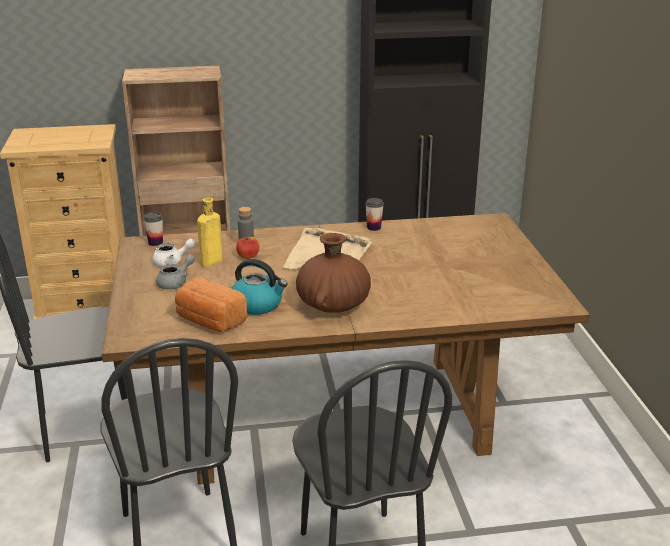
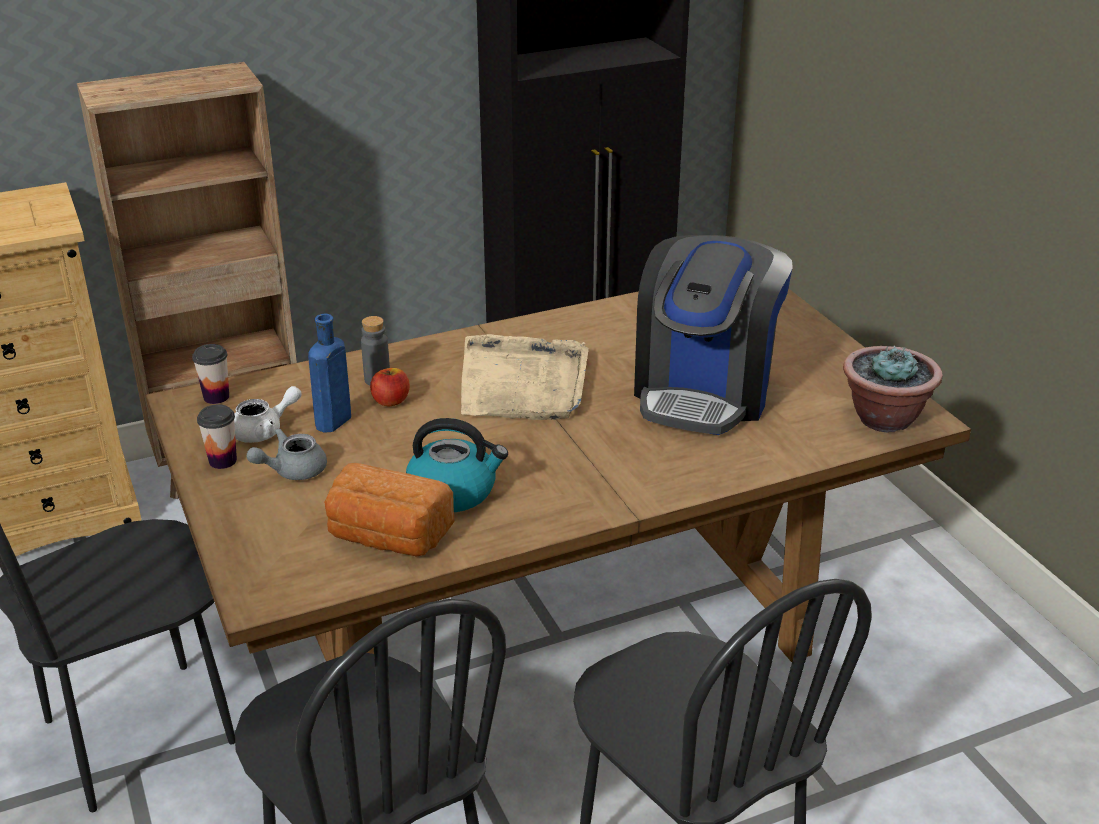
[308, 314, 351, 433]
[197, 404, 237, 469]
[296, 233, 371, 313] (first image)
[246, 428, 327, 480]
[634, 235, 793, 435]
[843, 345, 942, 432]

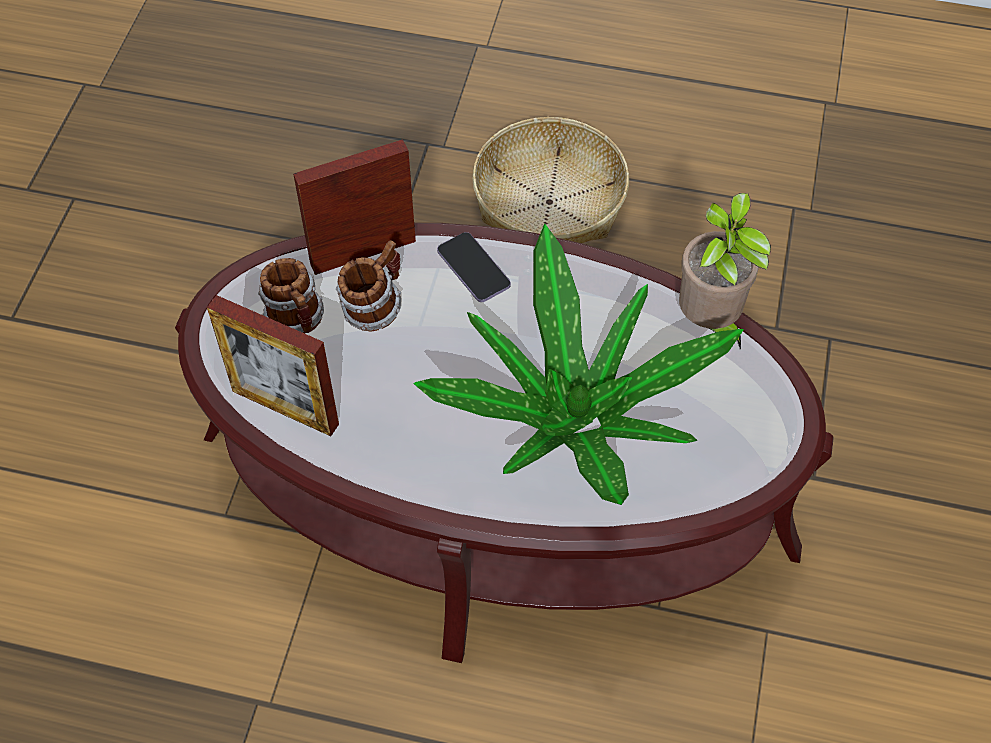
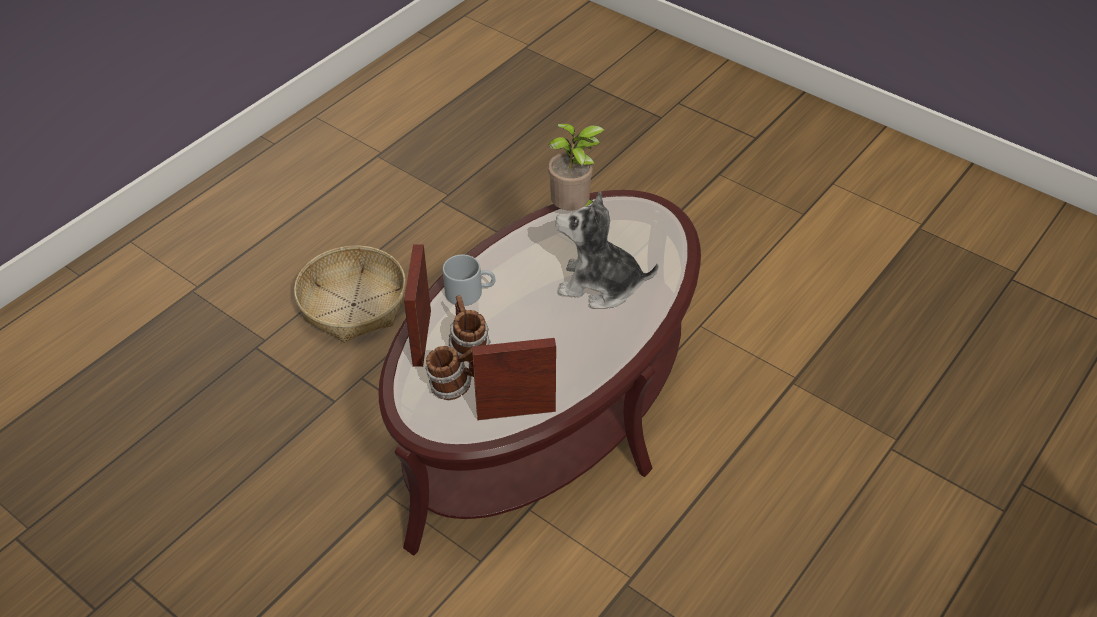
[555, 192, 658, 309]
[443, 254, 496, 306]
[472, 338, 556, 420]

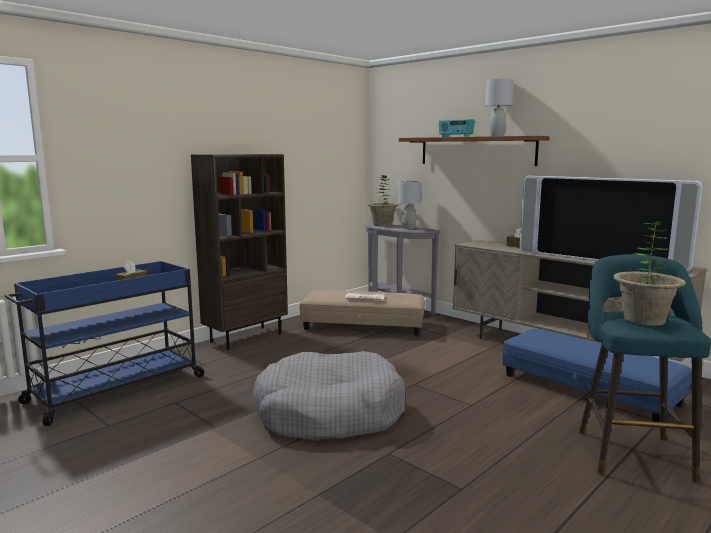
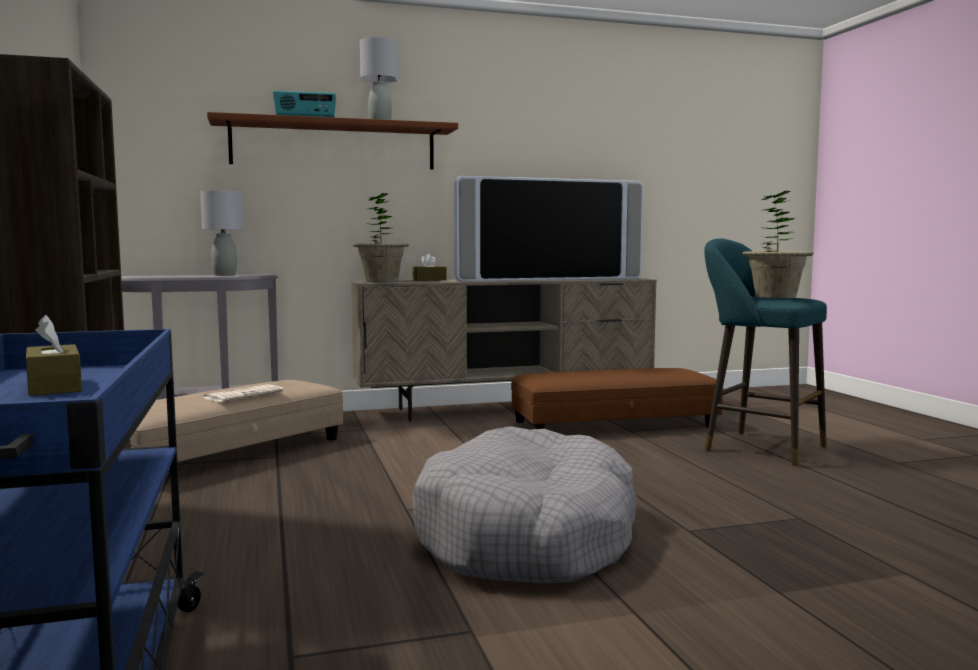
[353, 193, 409, 282]
[511, 368, 723, 429]

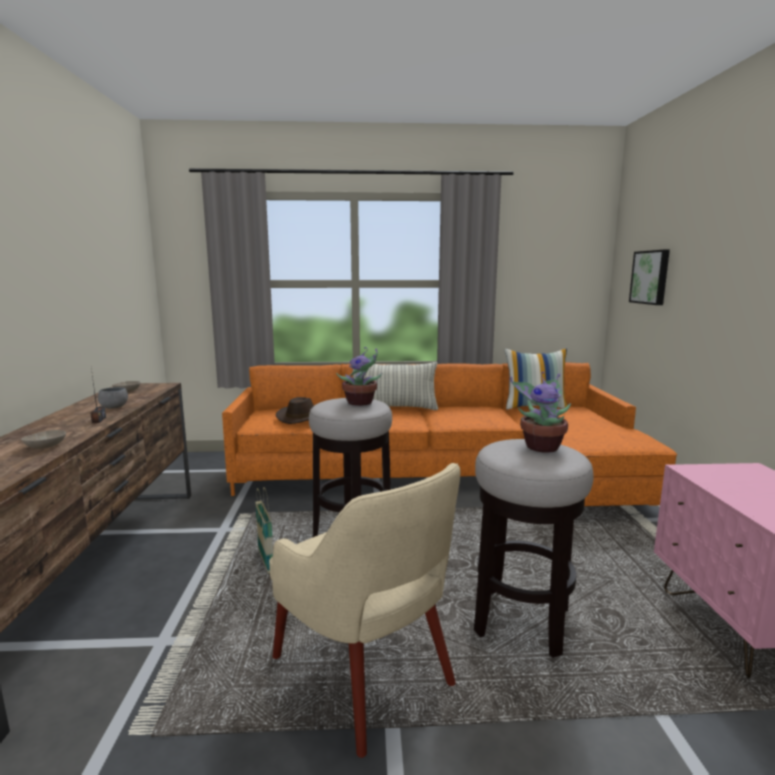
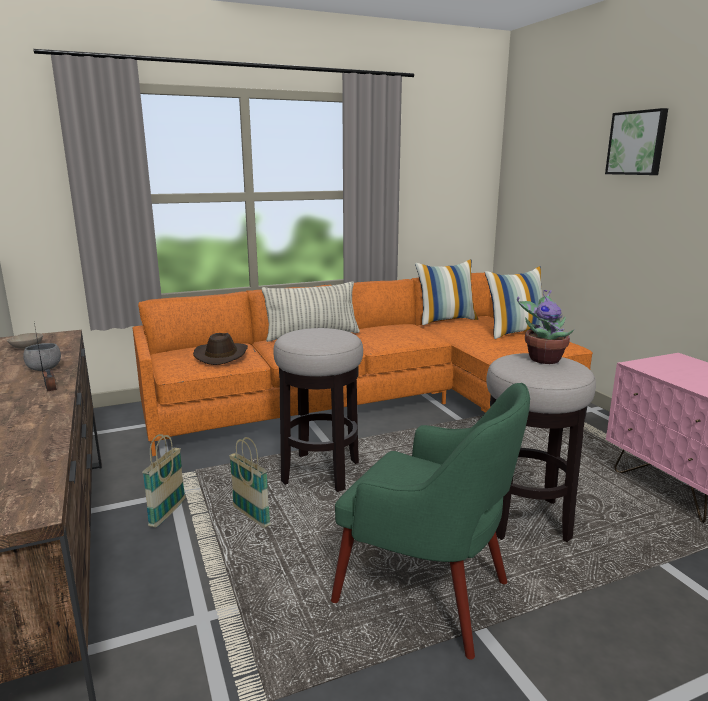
[605, 108, 668, 175]
[336, 347, 382, 406] (first image)
[21, 430, 66, 449] (first image)
[331, 383, 530, 660]
[485, 266, 544, 339]
[142, 434, 185, 528]

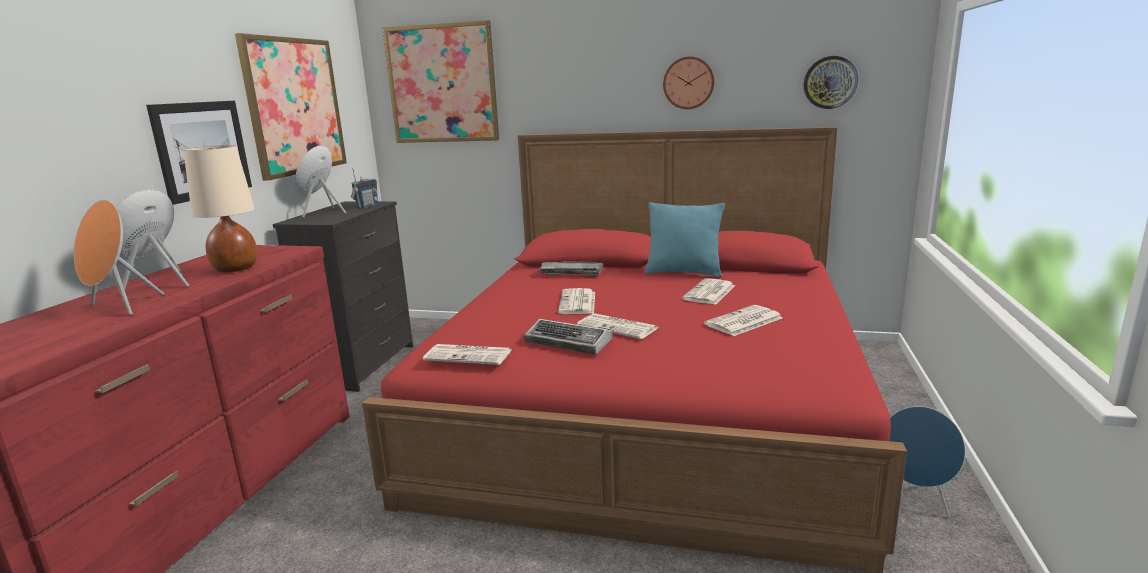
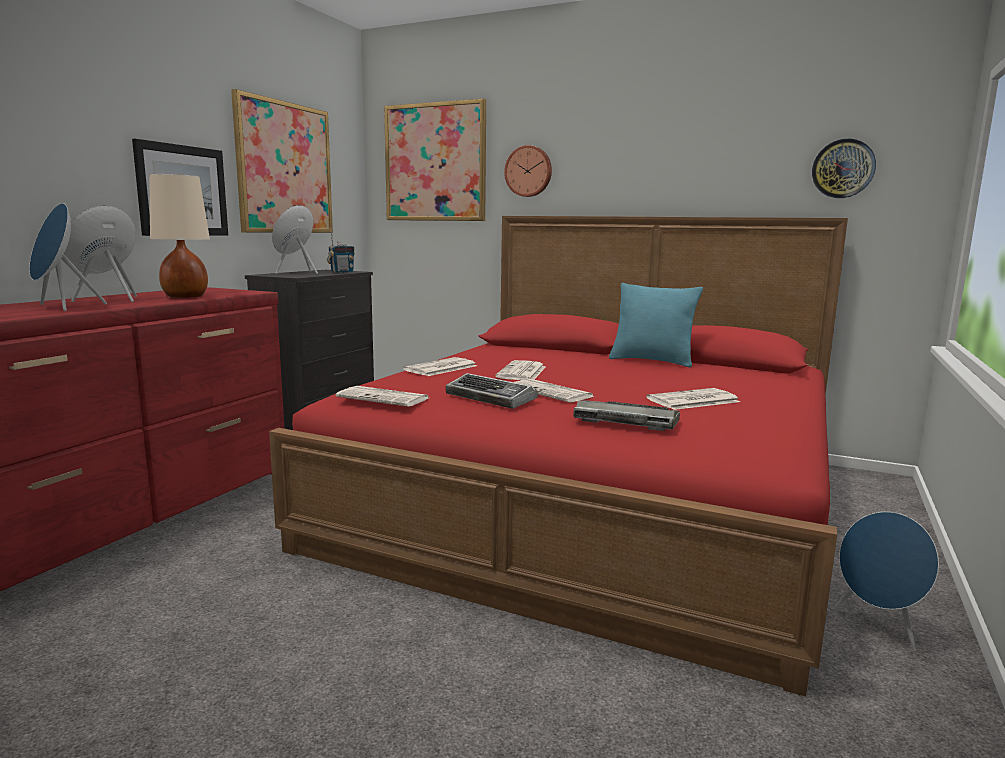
[504, 145, 552, 197]
[29, 203, 107, 311]
[573, 400, 680, 431]
[403, 357, 477, 376]

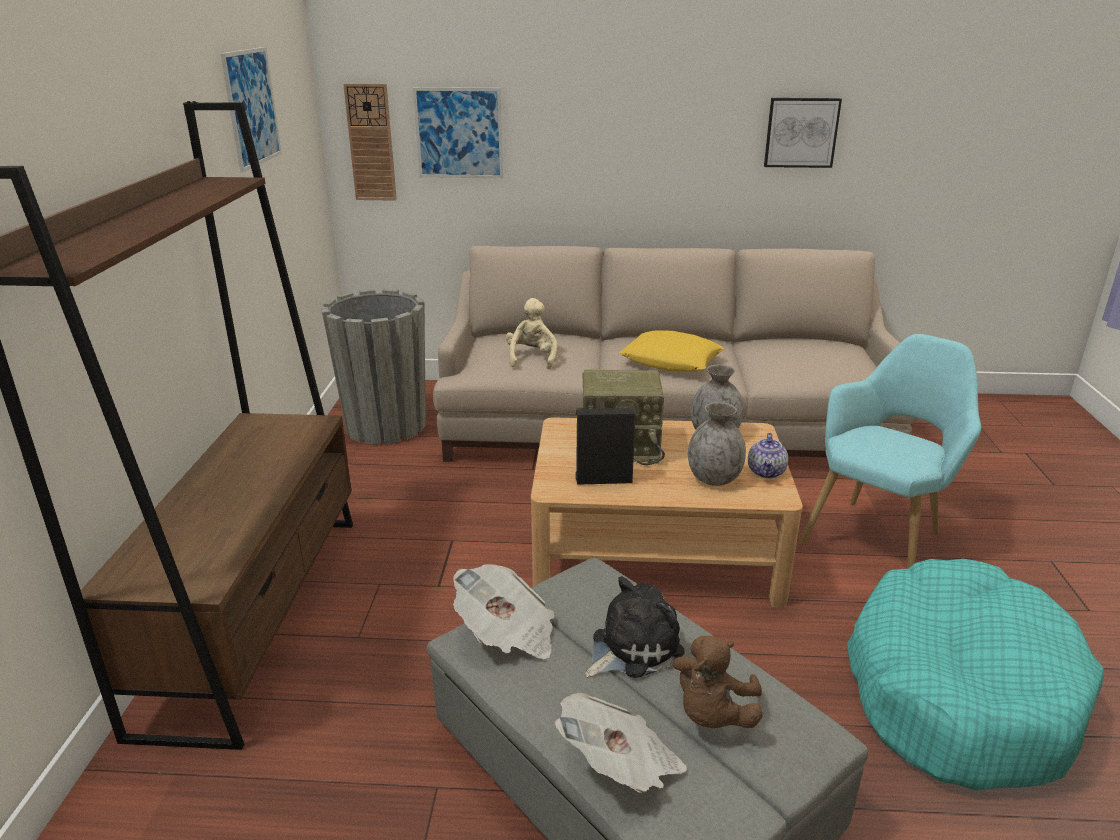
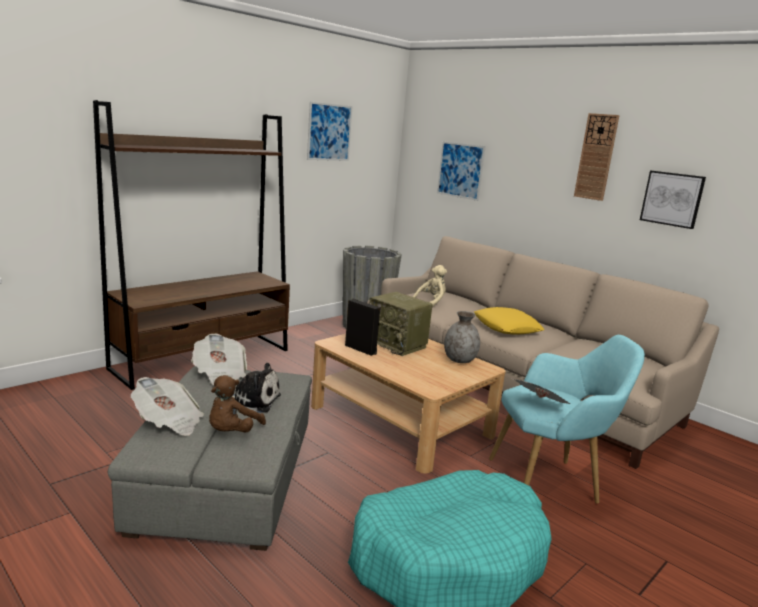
[574, 113, 620, 201]
[688, 402, 746, 486] (first image)
[748, 433, 788, 478] (first image)
[209, 375, 266, 432]
[513, 379, 570, 405]

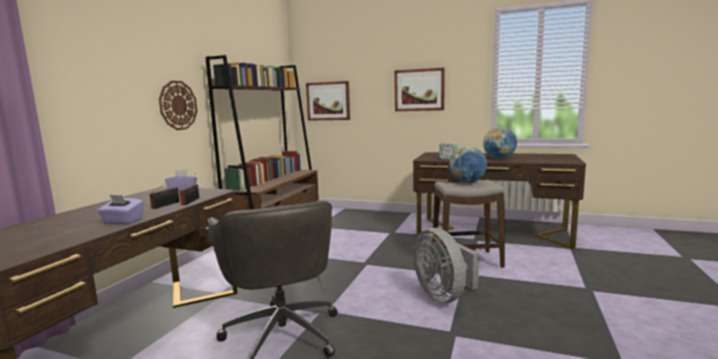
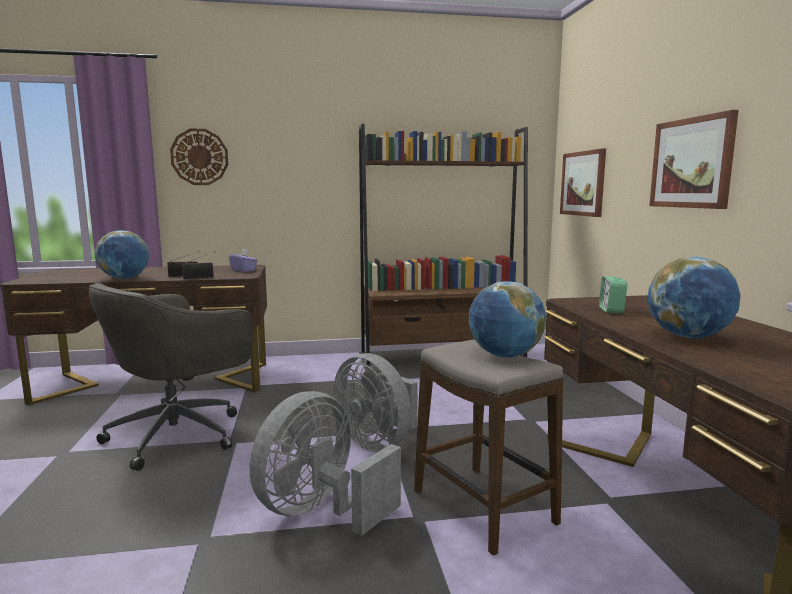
[170, 129, 228, 185]
[95, 230, 149, 279]
[334, 353, 418, 452]

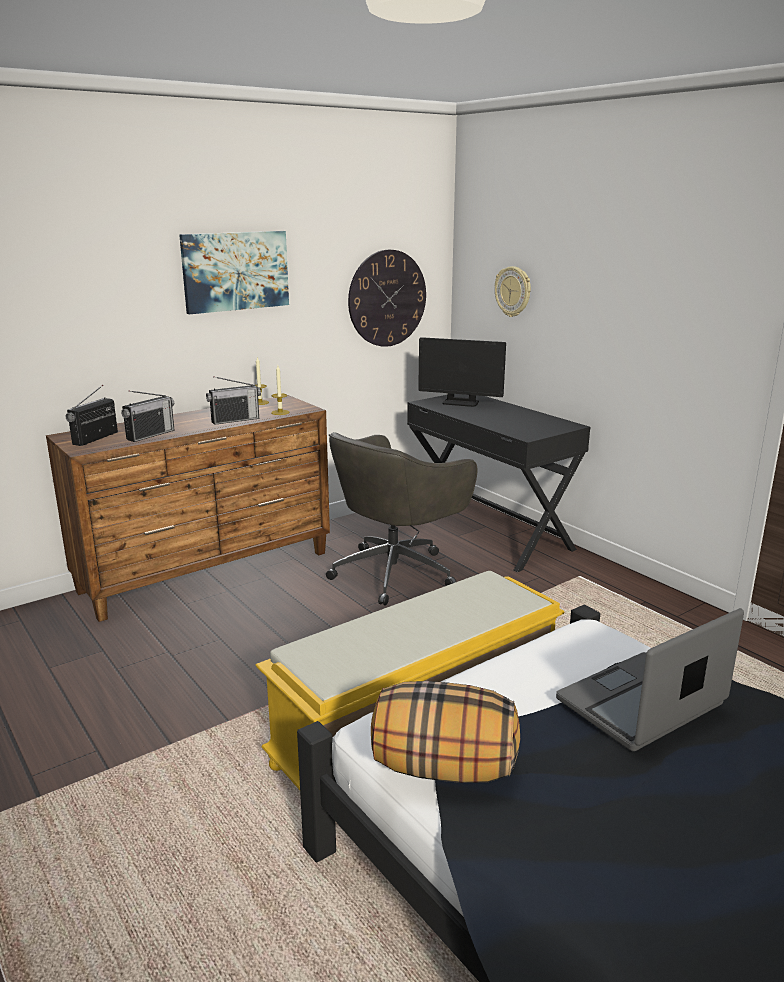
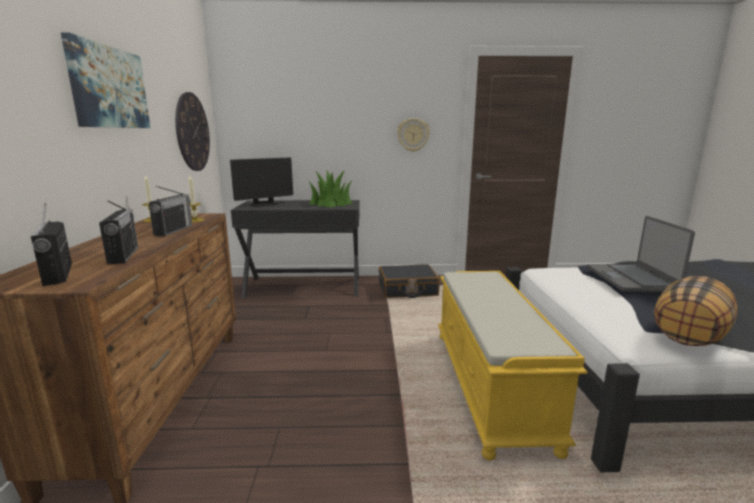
[397, 118, 430, 152]
[326, 432, 477, 605] (first image)
[309, 170, 353, 208]
[379, 264, 440, 298]

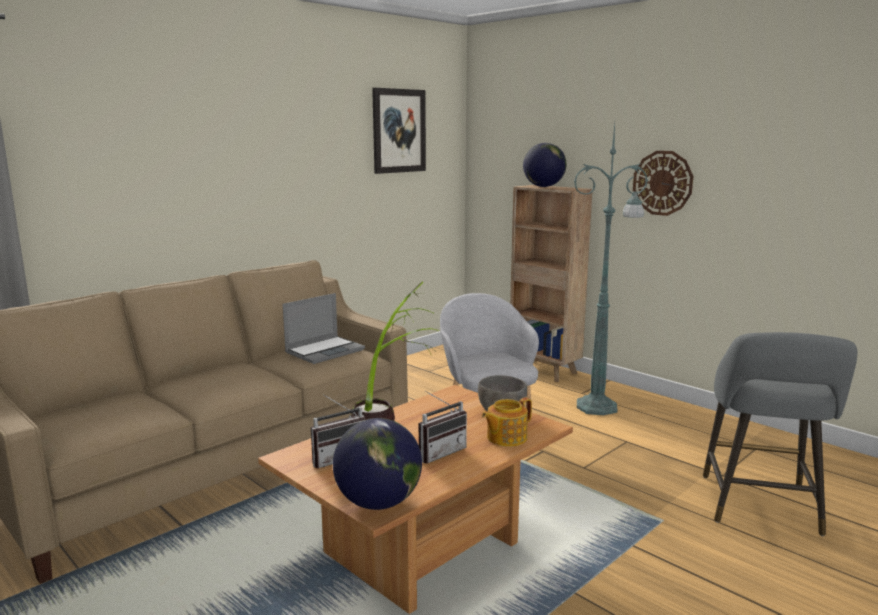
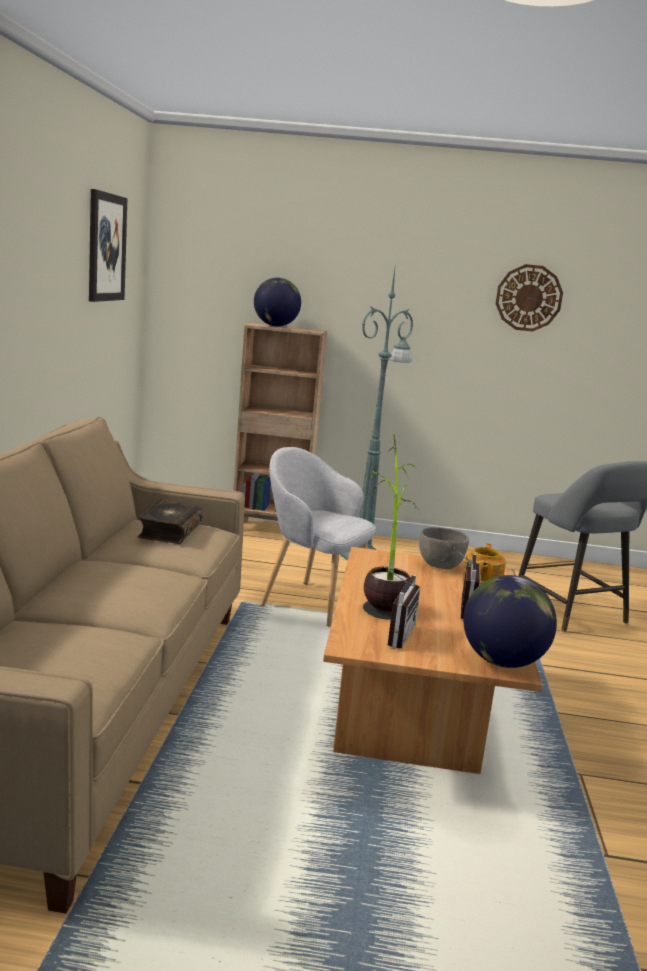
[496, 264, 563, 332]
[137, 498, 204, 544]

